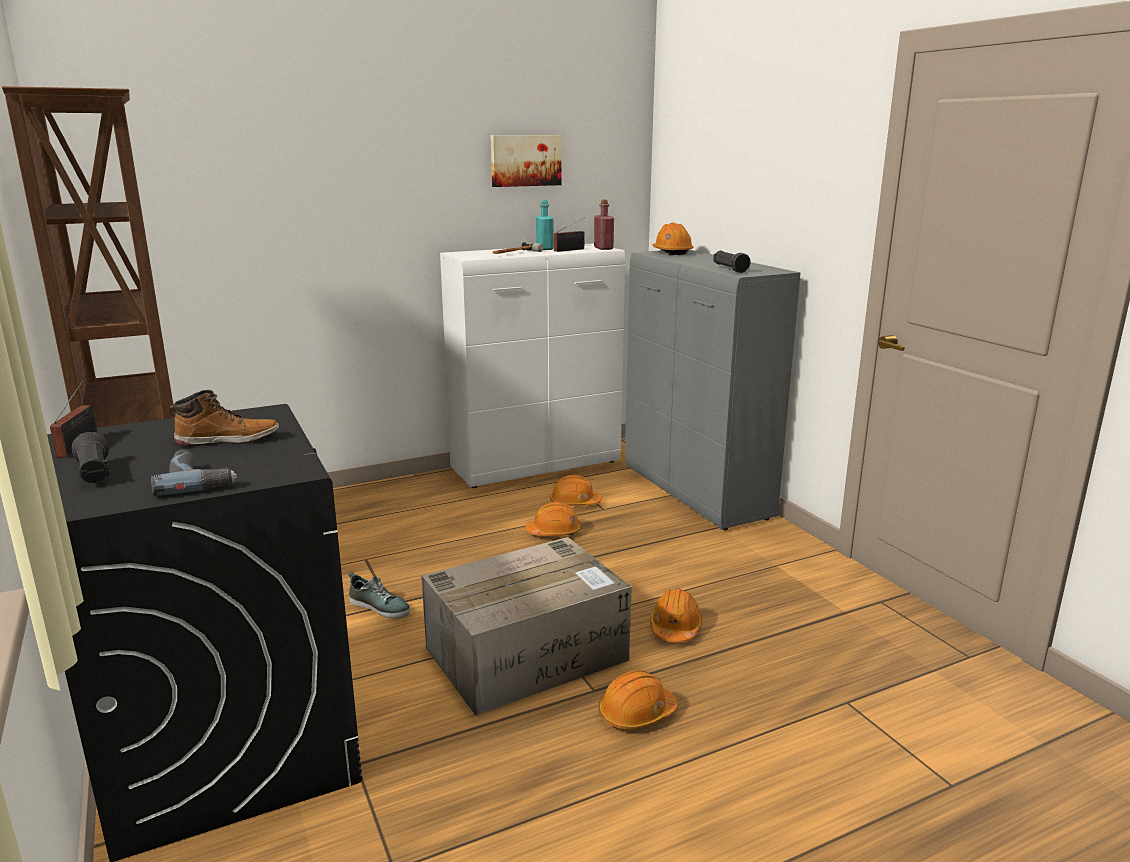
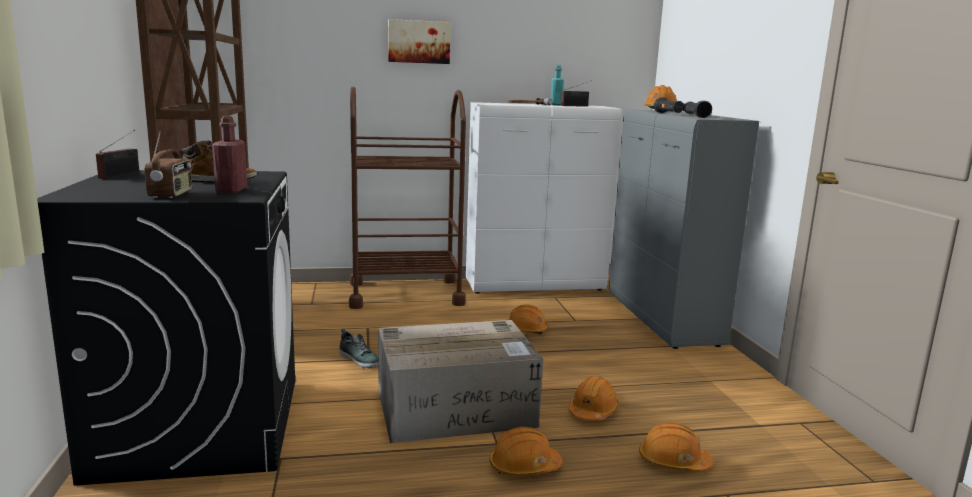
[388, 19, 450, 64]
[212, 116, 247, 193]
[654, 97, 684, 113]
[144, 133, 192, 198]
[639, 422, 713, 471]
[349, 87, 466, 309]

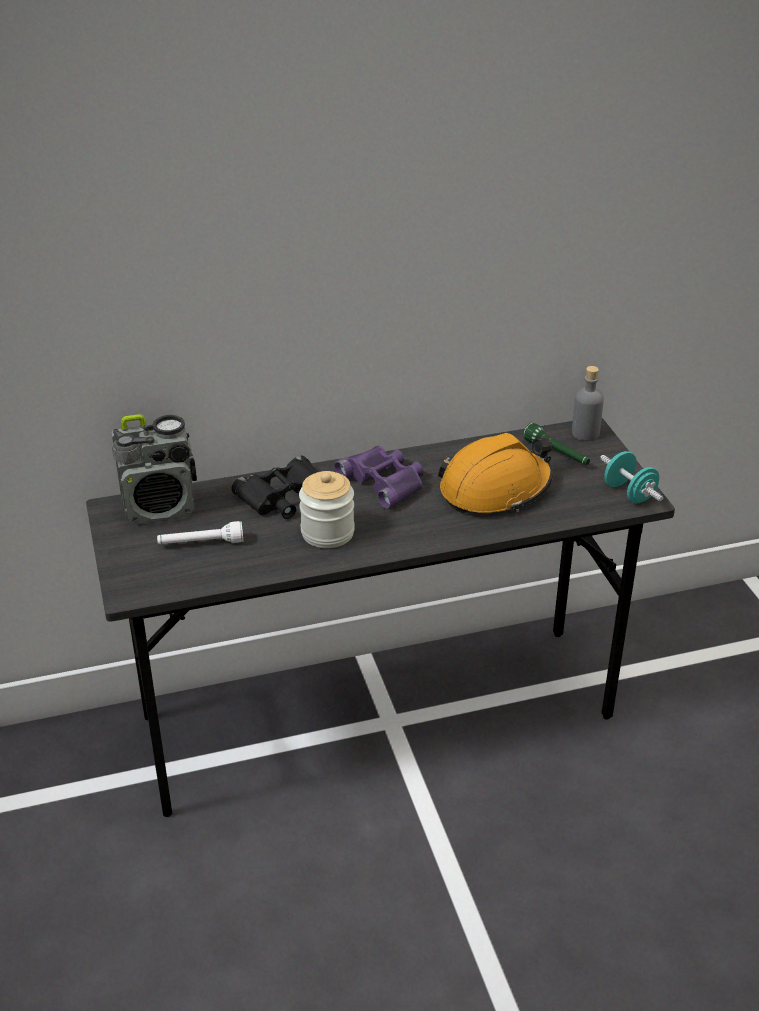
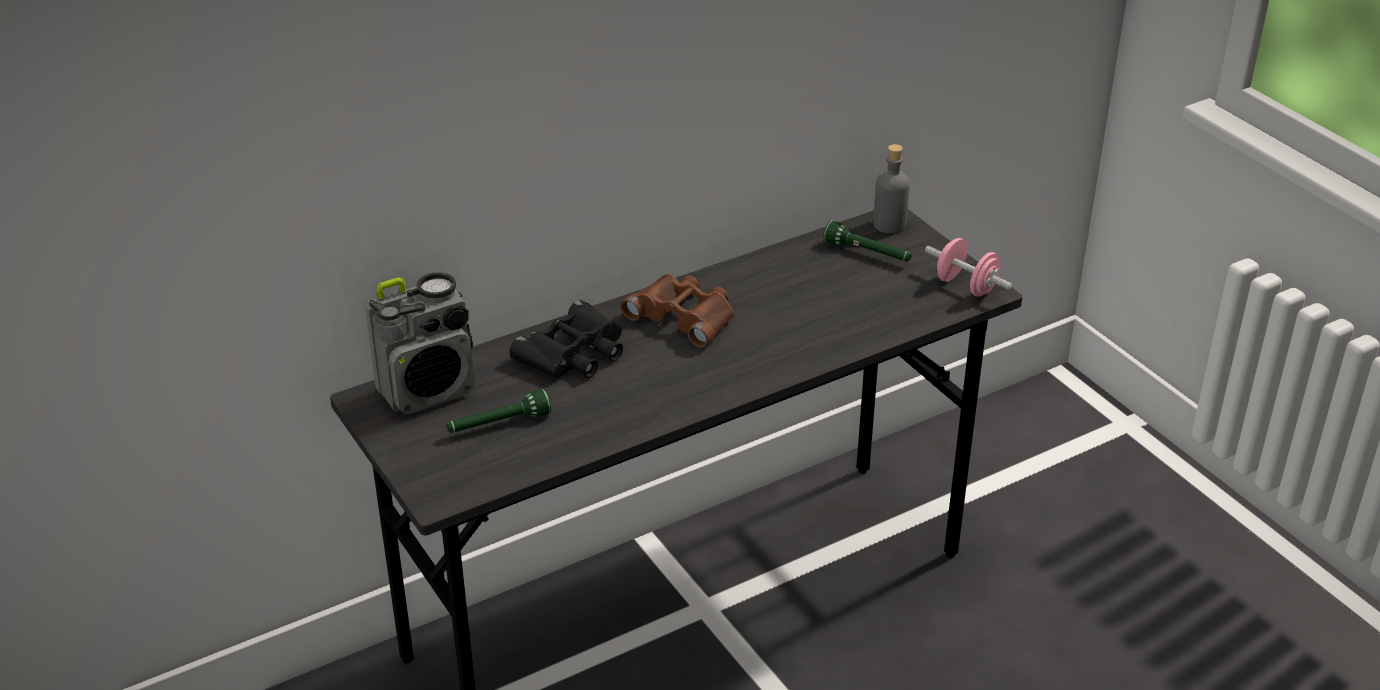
[438, 433, 553, 513] (first image)
[621, 274, 734, 348]
[925, 238, 1013, 297]
[299, 471, 355, 548] (first image)
[447, 389, 551, 433]

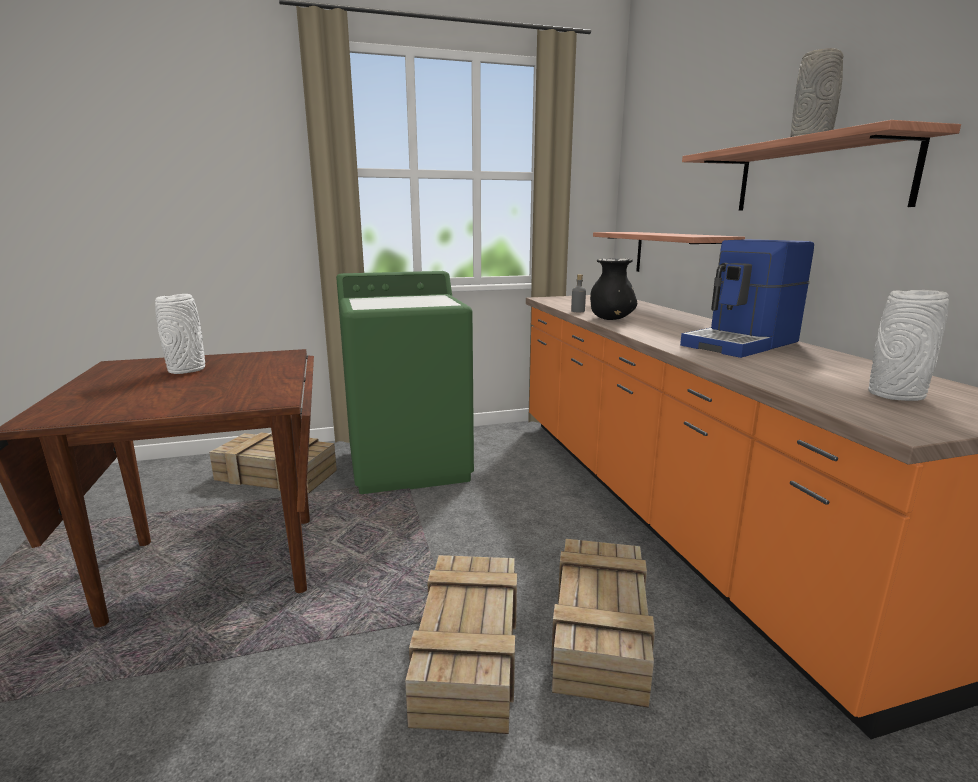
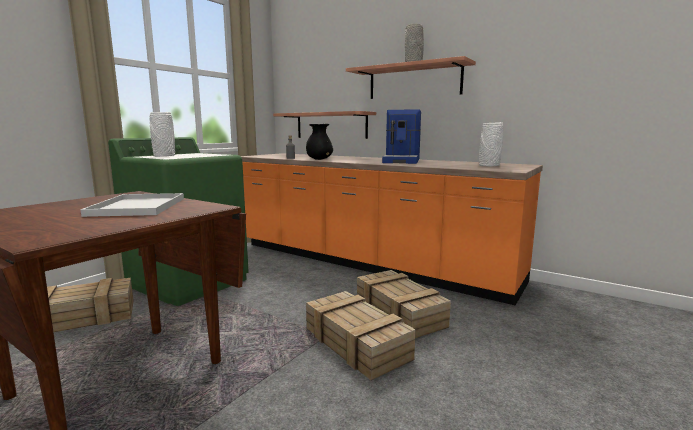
[150, 112, 175, 157]
[80, 193, 184, 217]

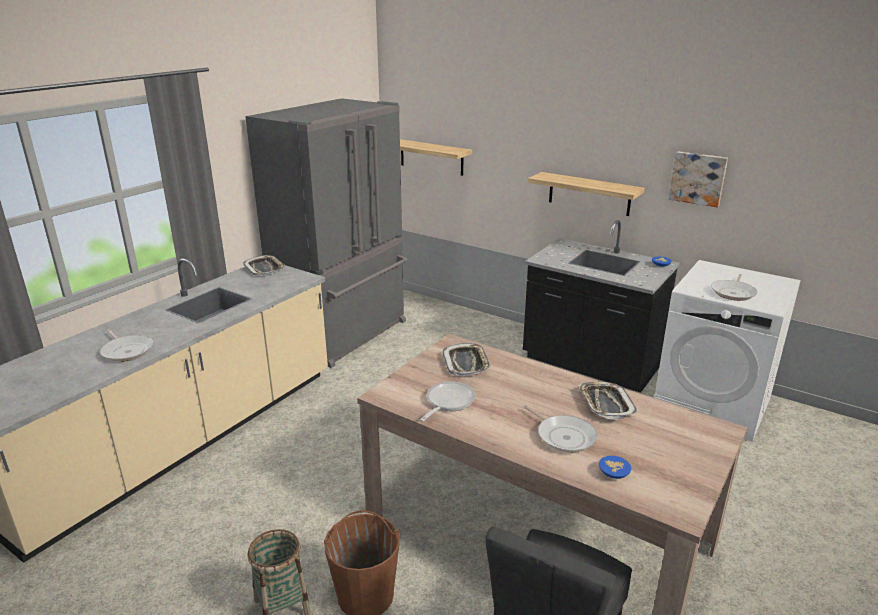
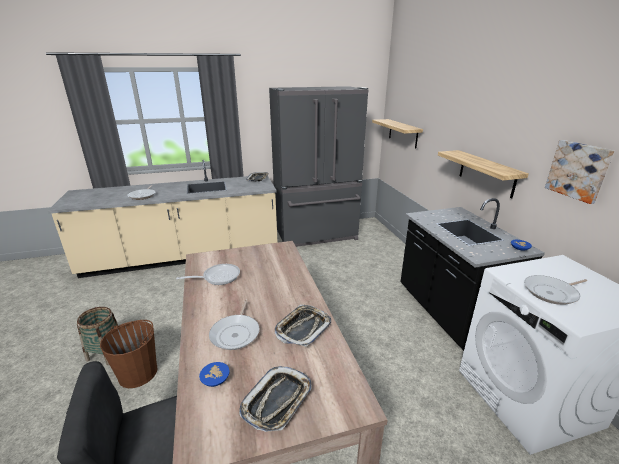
[239, 366, 312, 432]

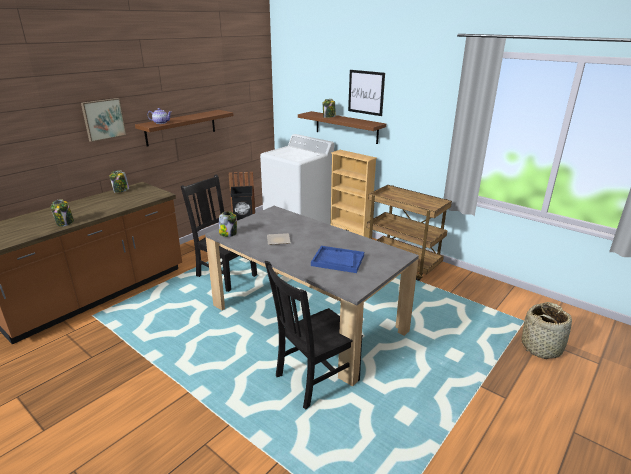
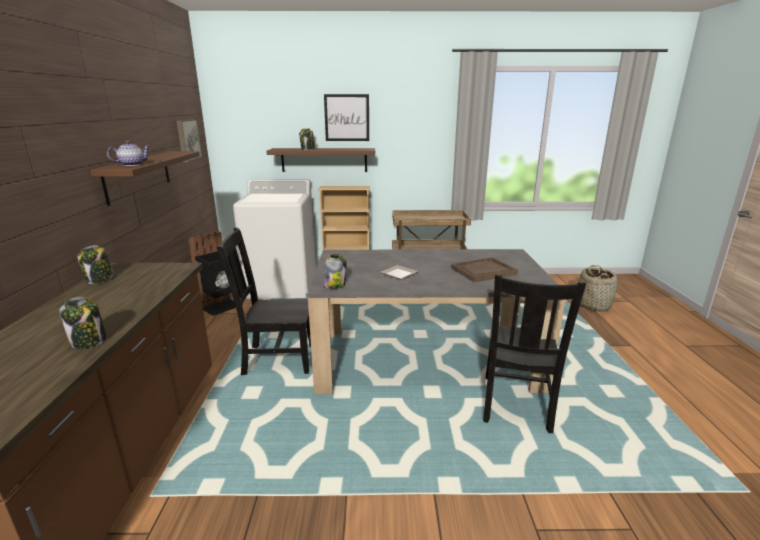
[176, 119, 202, 162]
[451, 257, 518, 282]

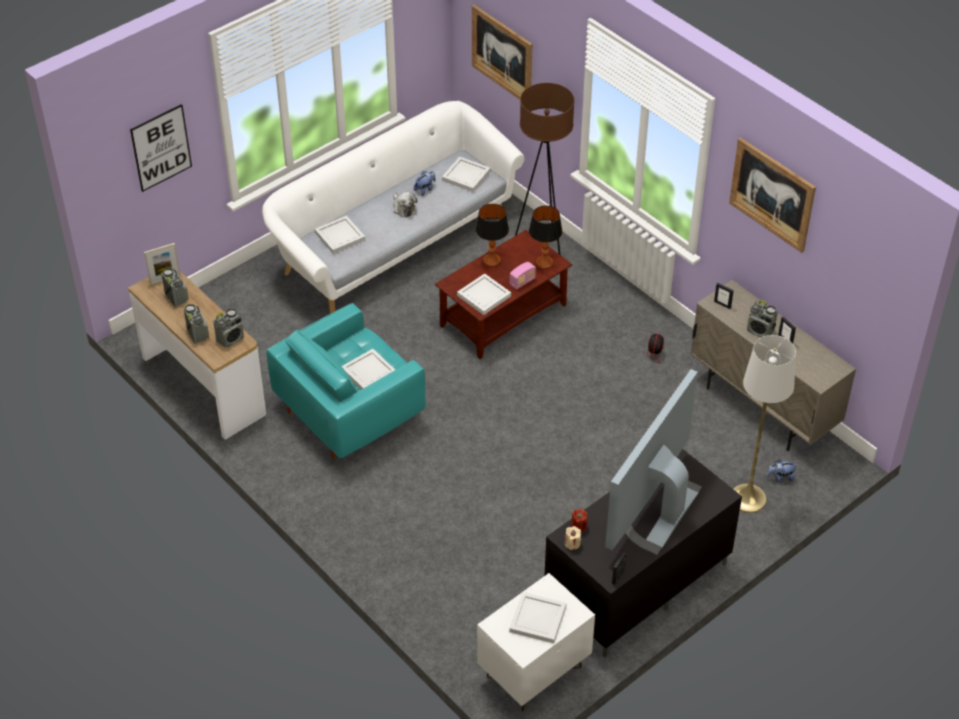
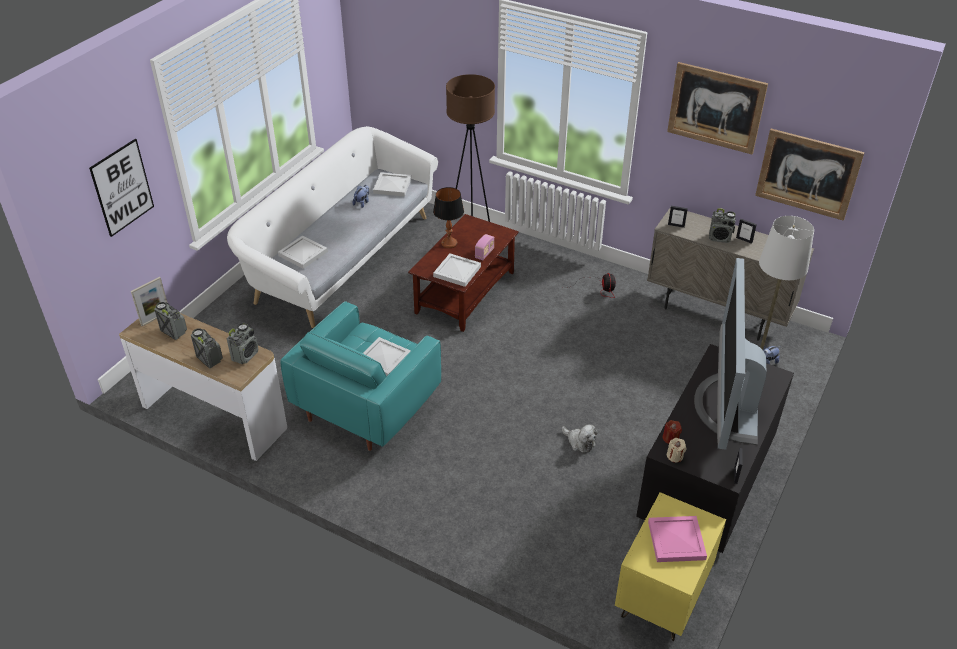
[755, 129, 865, 221]
[562, 424, 598, 453]
[529, 206, 562, 269] (first image)
[615, 492, 726, 641]
[648, 516, 707, 562]

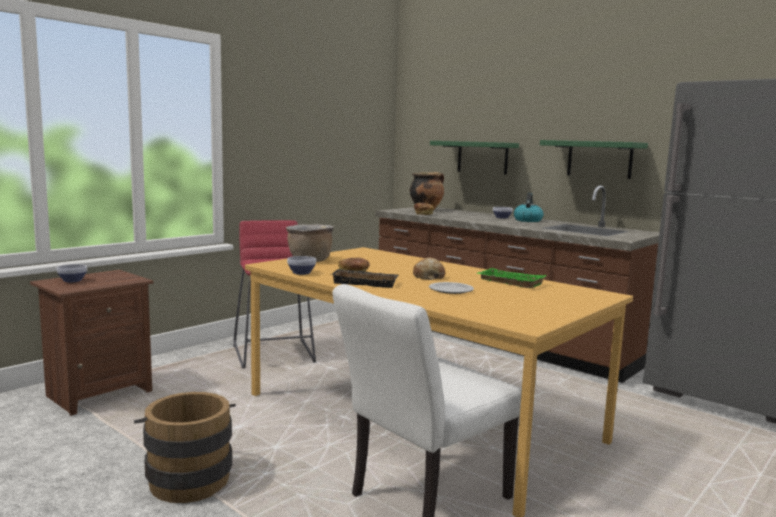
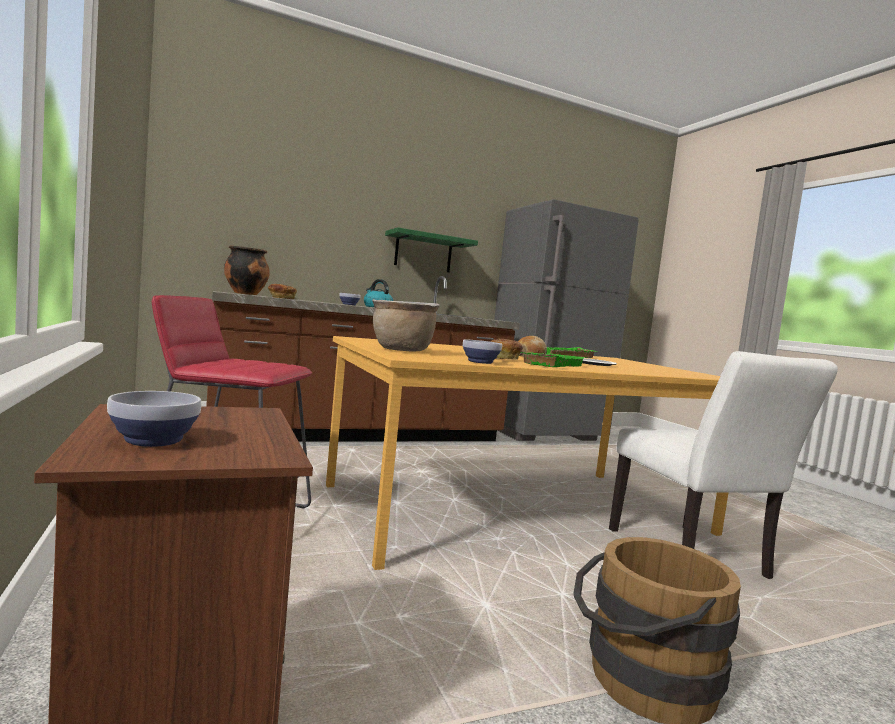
[430, 141, 519, 175] (first image)
[520, 352, 586, 367]

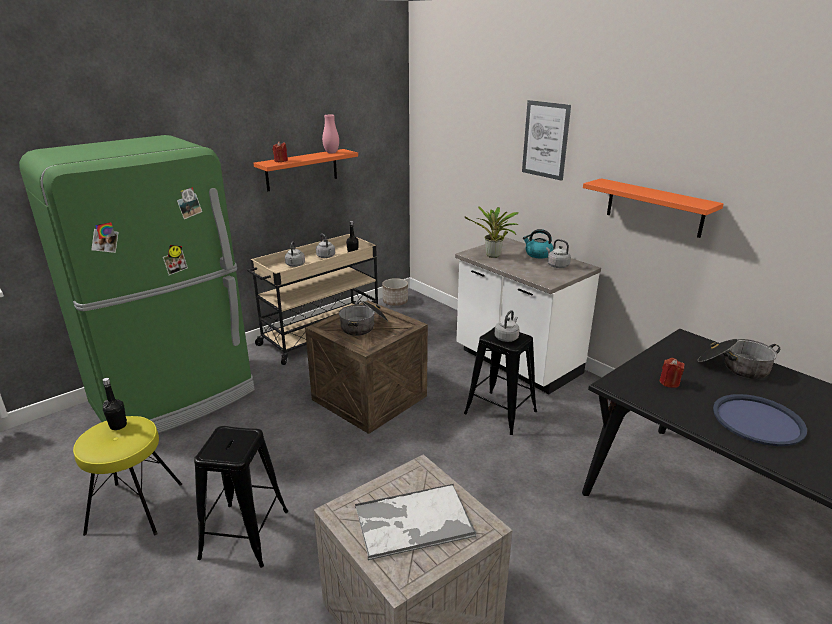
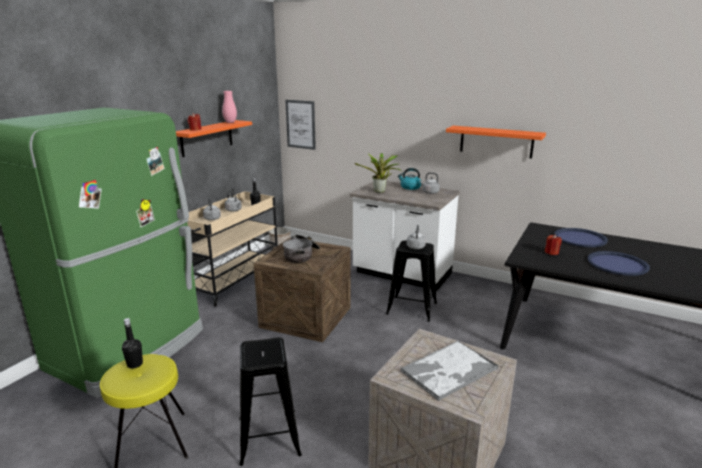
[285, 100, 316, 150]
[554, 228, 608, 247]

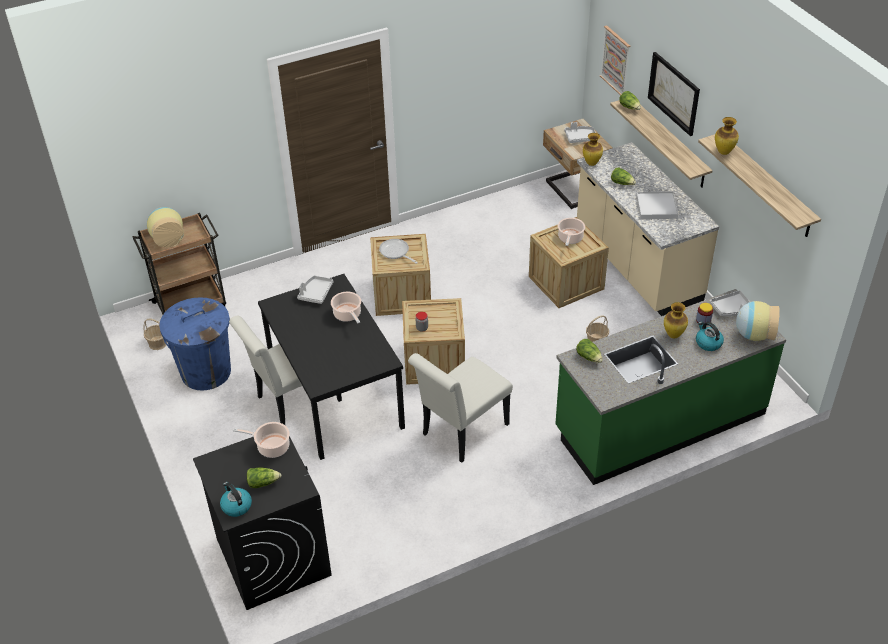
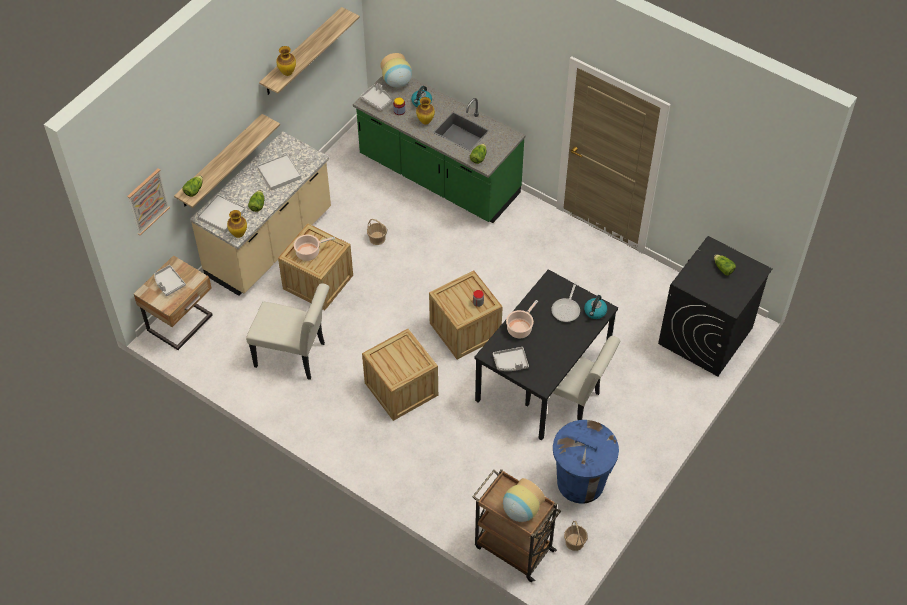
[648, 52, 700, 136] (first image)
[551, 282, 580, 322]
[246, 283, 330, 380]
[233, 422, 290, 458] (first image)
[584, 295, 607, 319]
[198, 194, 246, 233]

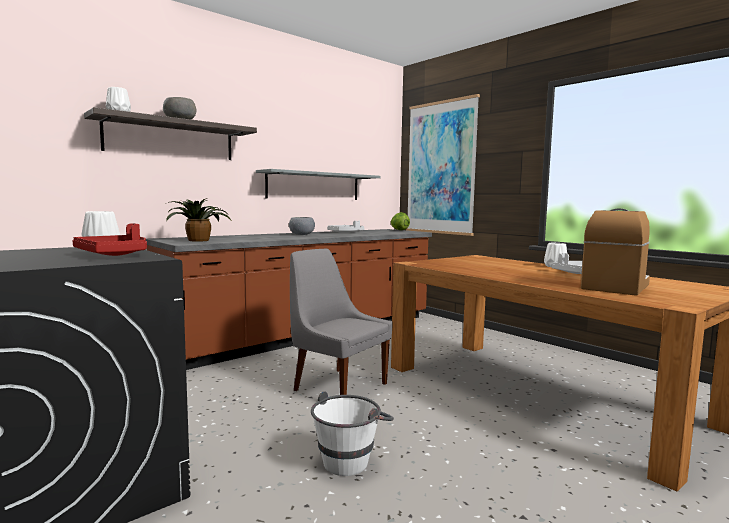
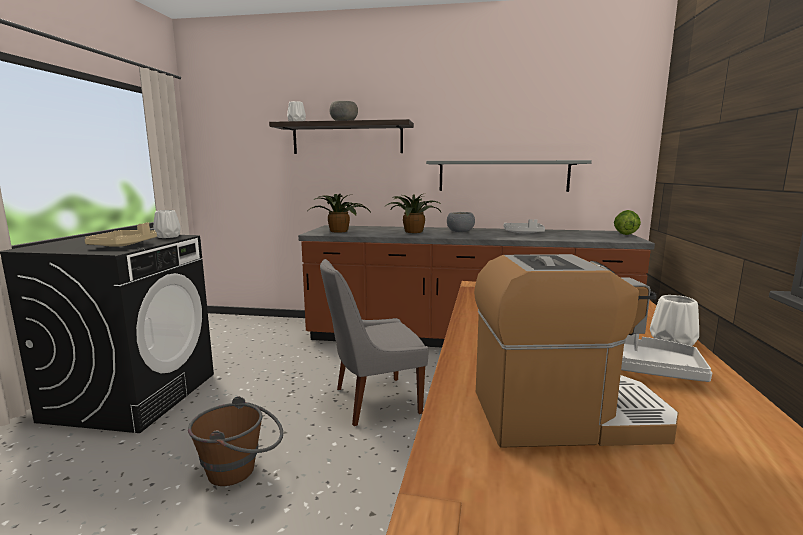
[406, 94, 480, 236] (first image)
[84, 222, 157, 247]
[320, 259, 428, 426]
[188, 396, 283, 486]
[387, 193, 441, 233]

